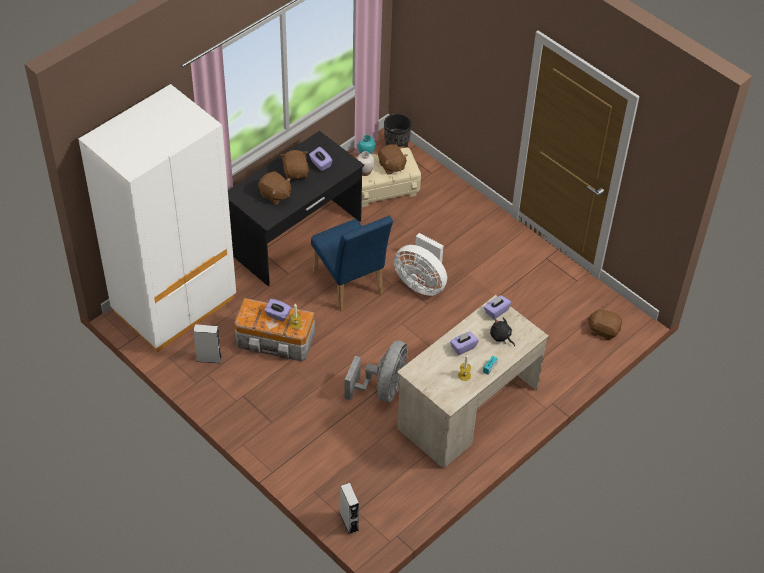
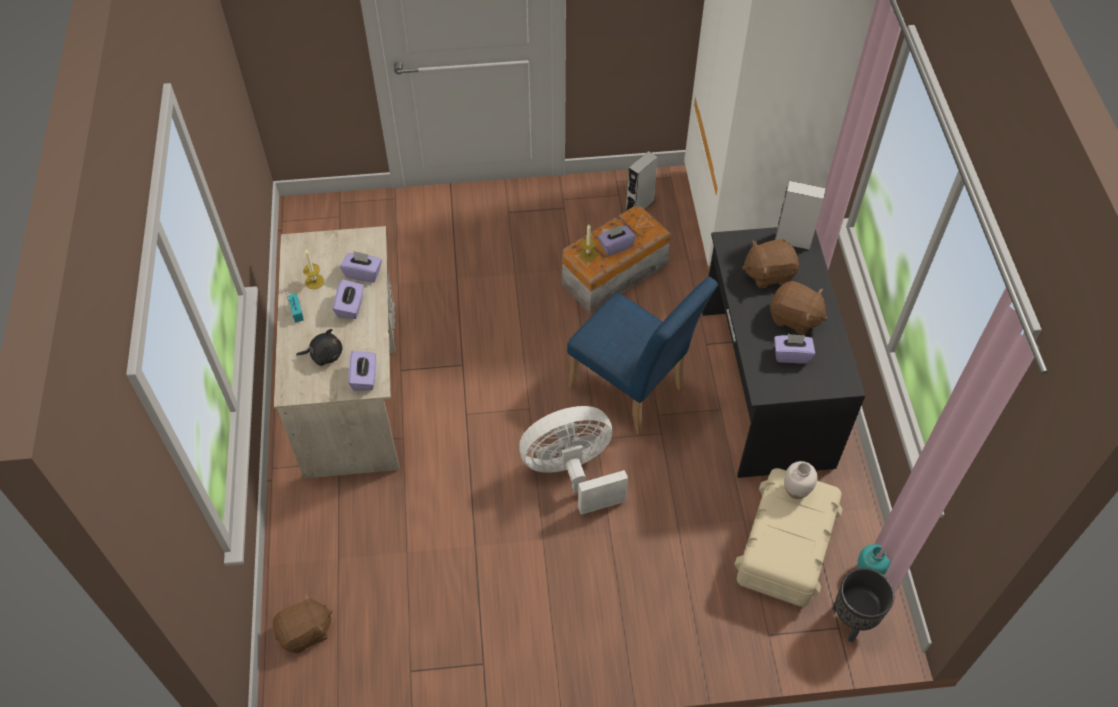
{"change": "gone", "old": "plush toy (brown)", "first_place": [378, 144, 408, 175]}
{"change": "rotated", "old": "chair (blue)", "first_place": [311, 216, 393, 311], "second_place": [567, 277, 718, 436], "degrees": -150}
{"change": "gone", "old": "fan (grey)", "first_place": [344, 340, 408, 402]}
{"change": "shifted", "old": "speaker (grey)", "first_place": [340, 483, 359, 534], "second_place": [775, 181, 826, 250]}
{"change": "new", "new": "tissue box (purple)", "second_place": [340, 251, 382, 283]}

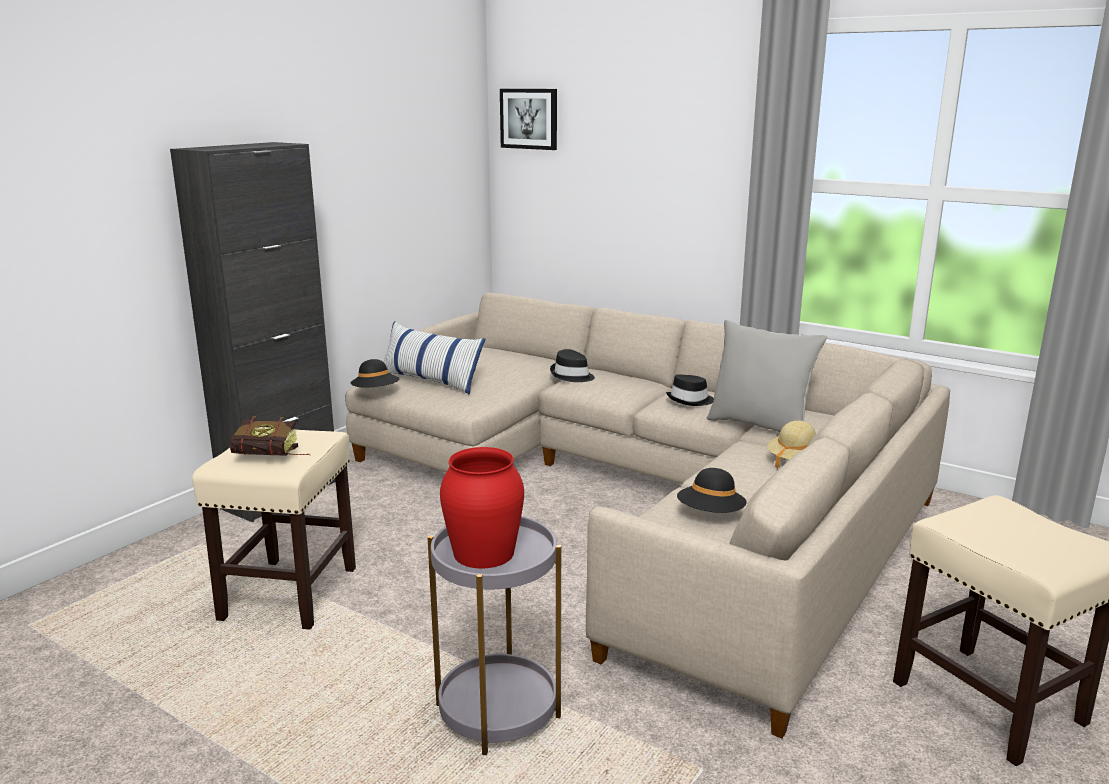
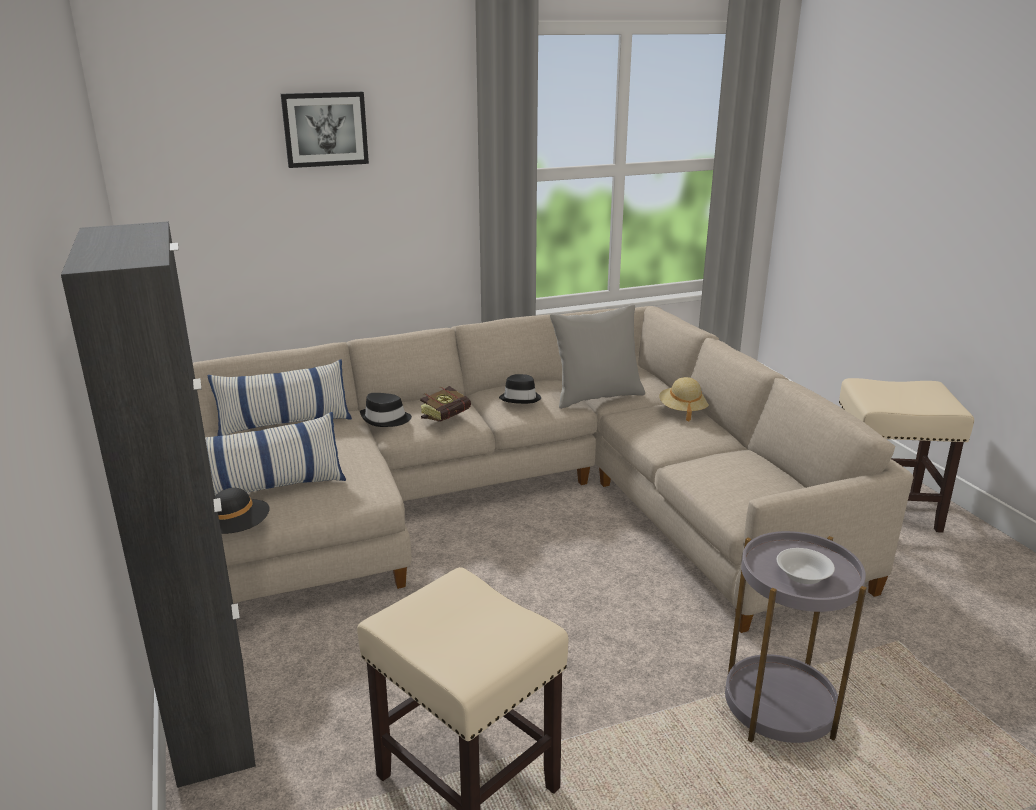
{"change": "shifted", "old": "picture", "first_place": [500, 89, 557, 150], "second_place": [281, 92, 369, 168]}
{"change": "shifted", "old": "book", "first_place": [229, 416, 310, 456], "second_place": [420, 386, 471, 422]}
{"change": "swapped", "old": "vase (red)", "new": "bowl (white)", "first_place": [440, 447, 524, 568], "second_place": [777, 548, 835, 584]}
{"change": "gone", "old": "hat (black)", "first_place": [677, 468, 747, 513]}
{"change": "new", "new": "pillow", "second_place": [207, 360, 352, 436]}

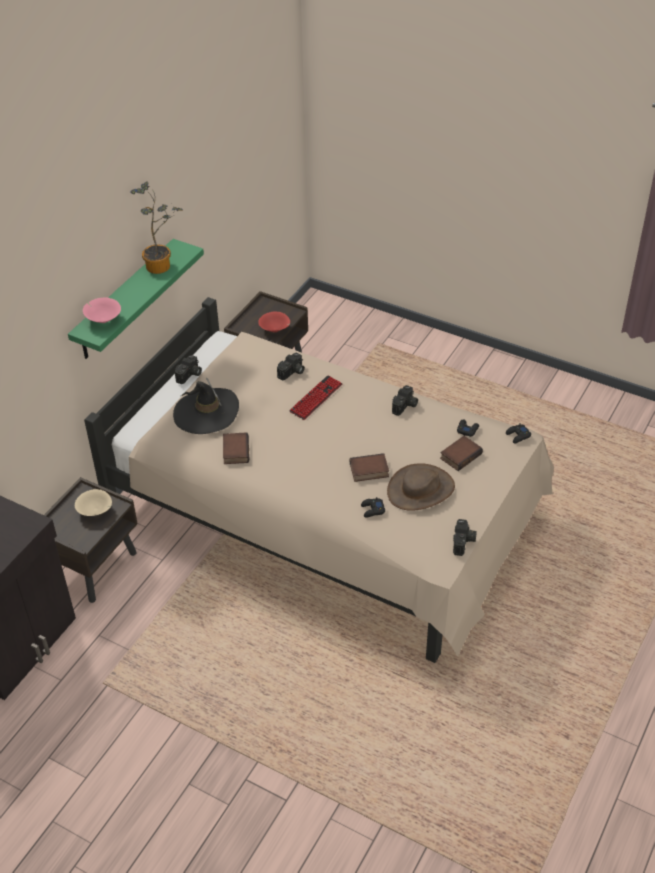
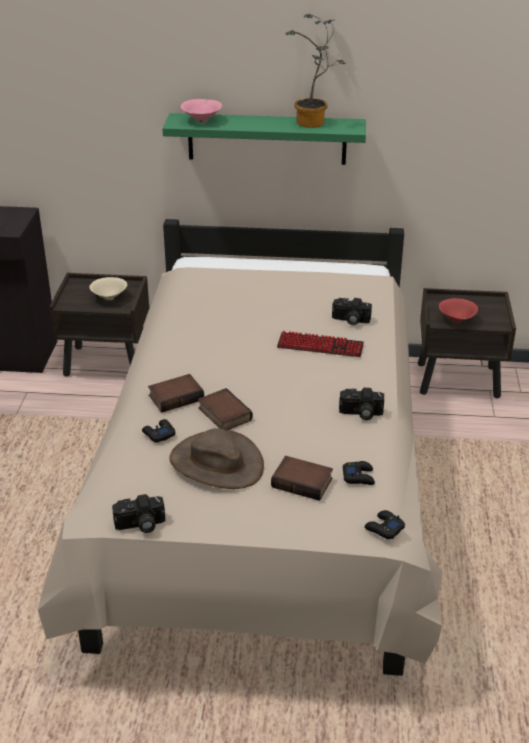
{"change": "gone", "old": "photo camera", "first_place": [175, 355, 202, 384]}
{"change": "gone", "old": "hat (black)", "first_place": [173, 378, 239, 434]}
{"change": "shifted", "old": "book", "first_place": [223, 432, 250, 464], "second_place": [148, 374, 204, 412]}

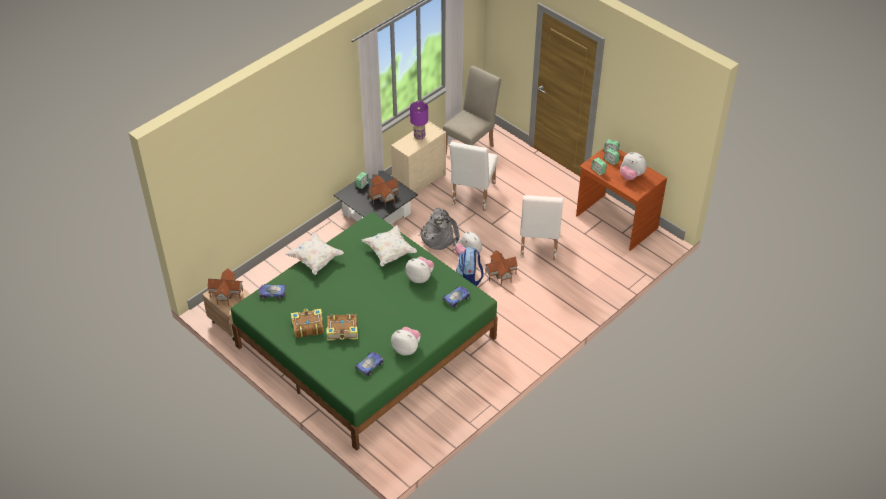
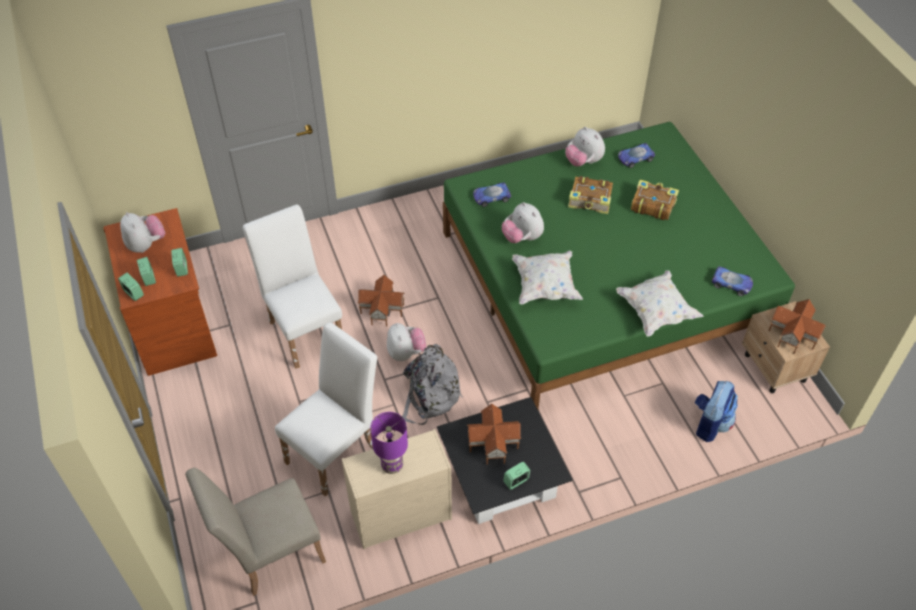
{"change": "rotated", "old": "chair (white)", "first_place": [520, 195, 563, 260], "second_place": [243, 204, 342, 368], "degrees": -60}
{"change": "shifted", "old": "backpack", "first_place": [456, 247, 483, 287], "second_place": [695, 381, 738, 442]}
{"change": "shifted", "old": "book", "first_place": [291, 309, 324, 338], "second_place": [568, 176, 613, 214]}

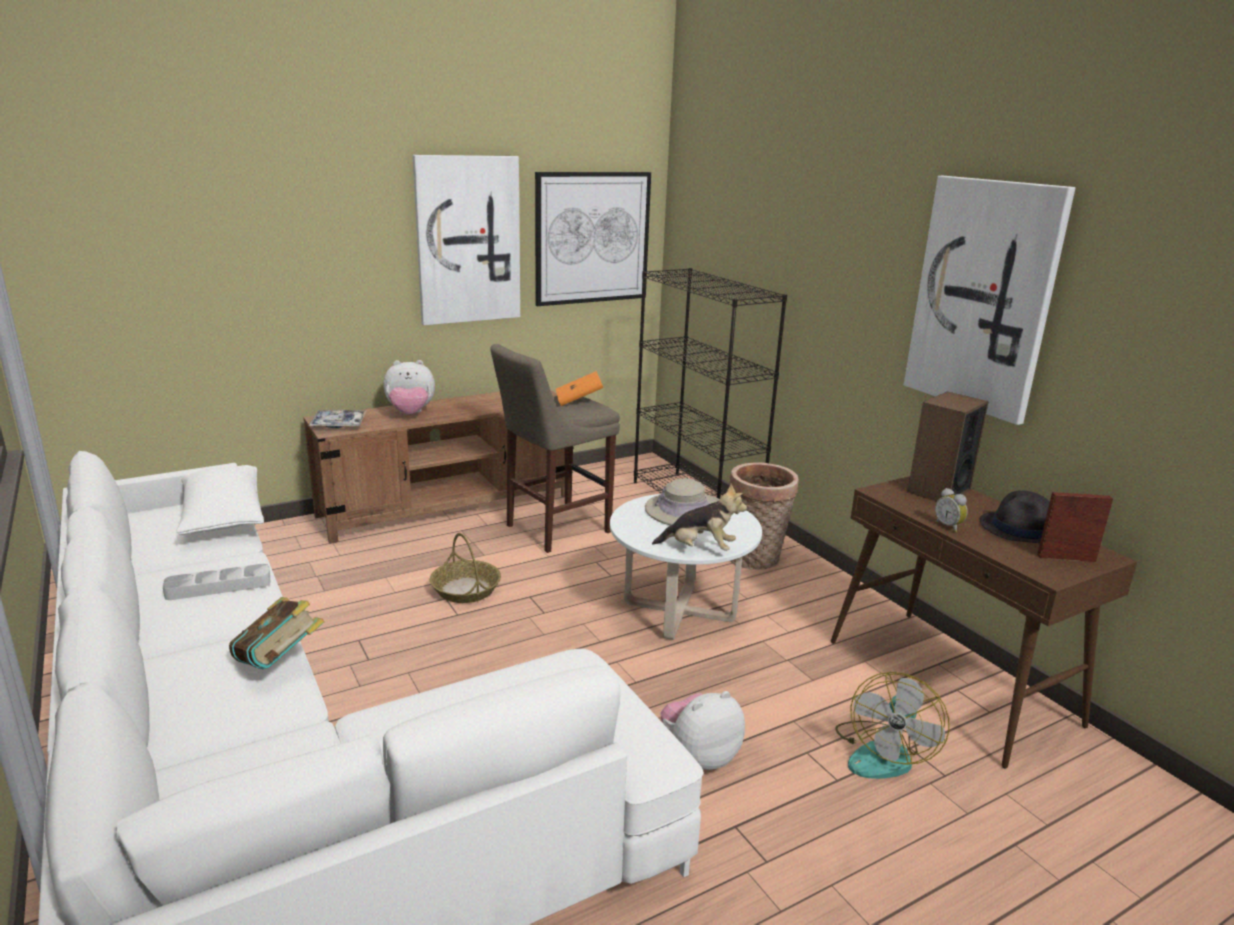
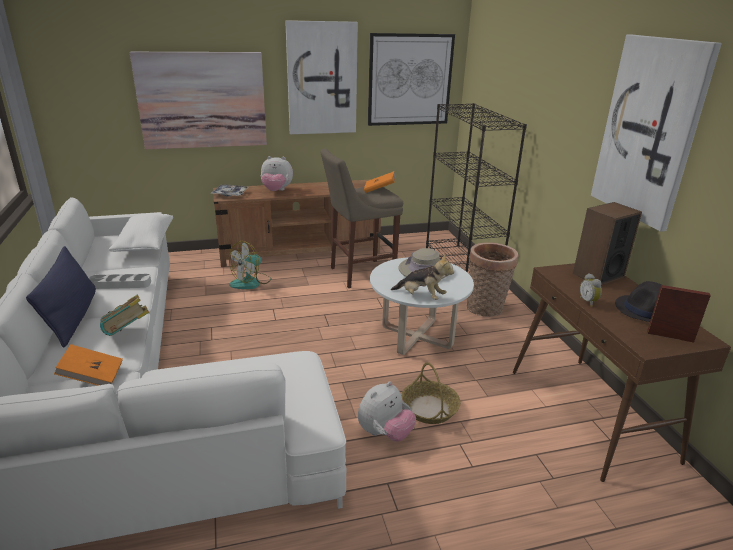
{"change": "shifted", "old": "basket", "first_place": [430, 533, 501, 603], "second_place": [401, 362, 461, 424]}
{"change": "shifted", "old": "fan", "first_place": [835, 672, 950, 779], "second_place": [229, 241, 272, 289]}
{"change": "rotated", "old": "plush toy", "first_place": [661, 691, 745, 770], "second_place": [358, 381, 416, 442], "degrees": 150}
{"change": "new", "new": "picture", "second_place": [130, 52, 267, 149]}
{"change": "new", "new": "pillow (blue)", "second_place": [26, 246, 96, 348]}
{"change": "new", "new": "book (orange)", "second_place": [54, 344, 123, 386]}

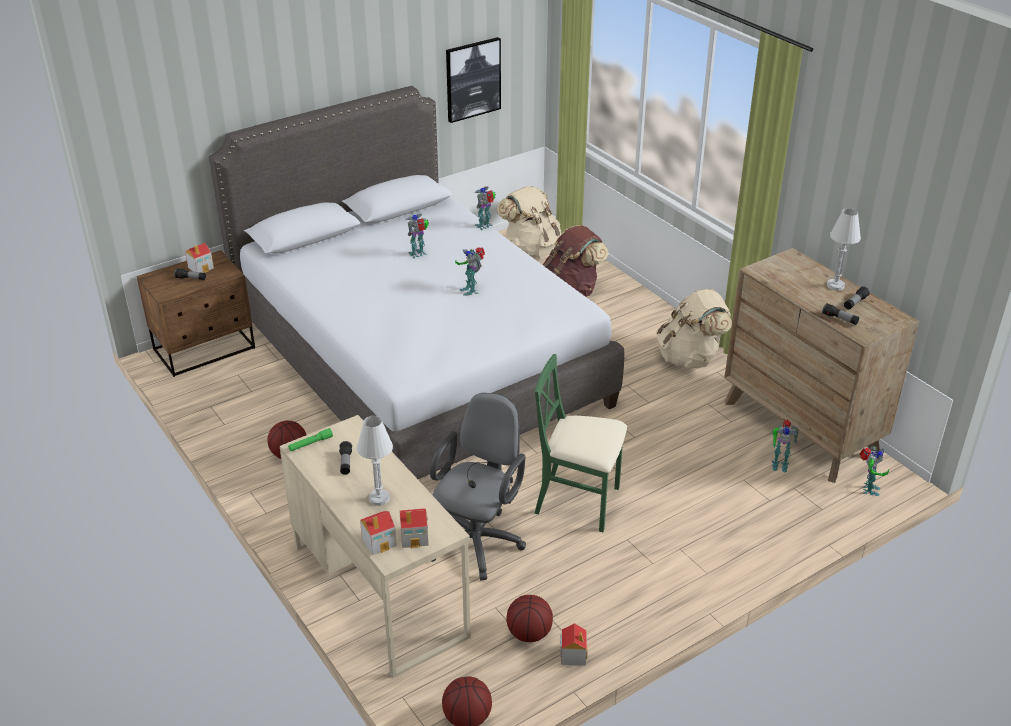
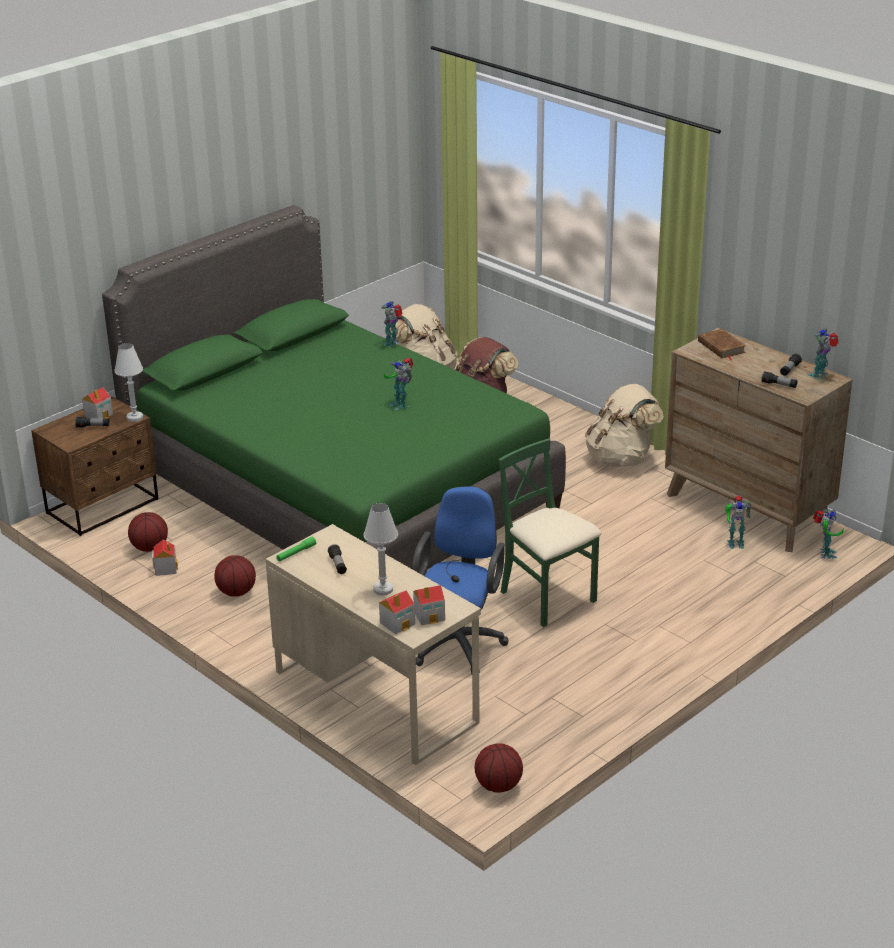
{"change": "gone", "old": "picture", "first_place": [446, 37, 501, 123]}
{"change": "repainted", "old": "bed (grey)", "new": "bed (green)", "first_place": [209, 86, 624, 479], "second_place": [102, 205, 566, 569]}
{"change": "shifted", "old": "table lamp (white)", "first_place": [827, 208, 861, 291], "second_place": [114, 343, 143, 422]}
{"change": "shifted", "old": "toy robot", "first_place": [406, 213, 429, 259], "second_place": [807, 328, 838, 380]}
{"change": "rotated", "old": "chair (green)", "first_place": [534, 354, 627, 532], "second_place": [498, 439, 602, 627], "degrees": 45}
{"change": "repainted", "old": "office chair (grey)", "new": "office chair (blue)", "first_place": [430, 393, 526, 580], "second_place": [412, 486, 509, 674]}
{"change": "shifted", "old": "basketball", "first_place": [506, 595, 553, 642], "second_place": [128, 512, 168, 552]}
{"change": "shifted", "old": "toy house", "first_place": [560, 623, 588, 666], "second_place": [152, 539, 178, 576]}
{"change": "new", "new": "book (brown)", "second_place": [698, 329, 746, 360]}

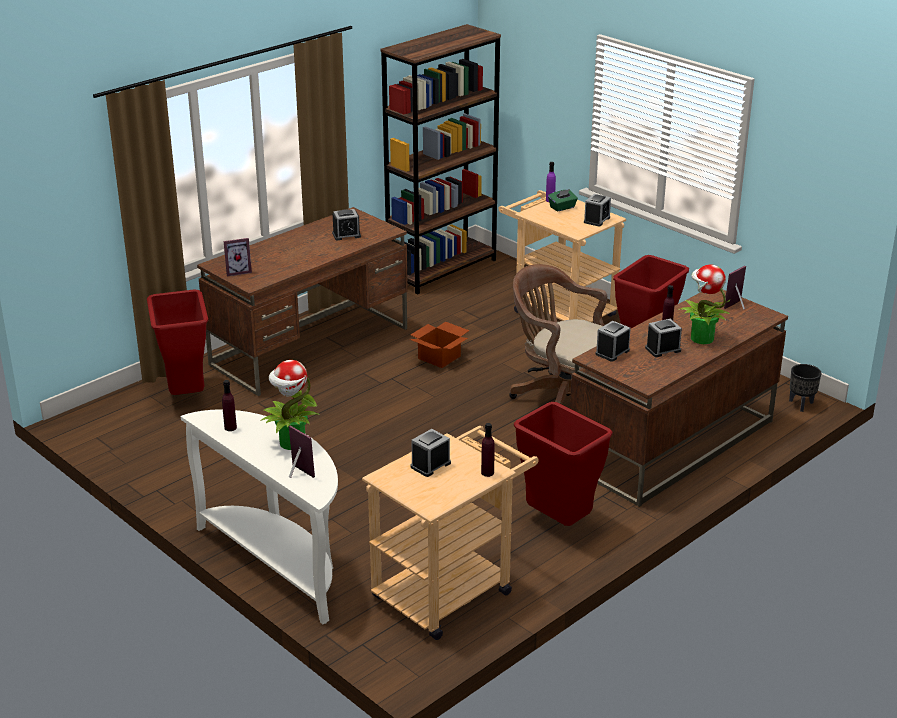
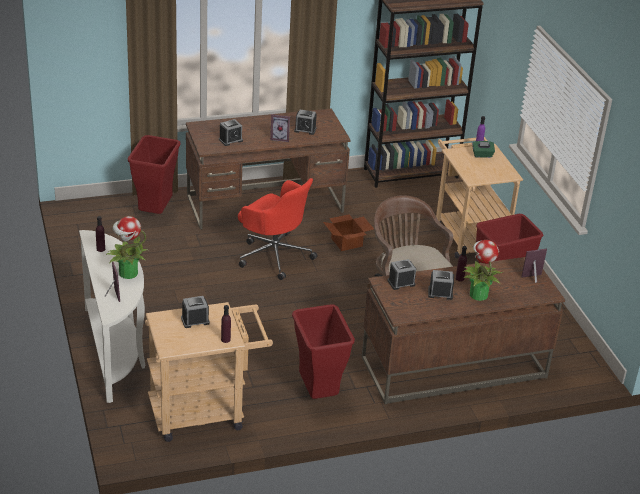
{"change": "shifted", "old": "alarm clock", "first_place": [584, 194, 611, 227], "second_place": [219, 119, 243, 146]}
{"change": "shifted", "old": "picture frame", "first_place": [224, 238, 252, 276], "second_place": [270, 114, 290, 142]}
{"change": "gone", "old": "planter (black)", "first_place": [789, 364, 821, 412]}
{"change": "new", "new": "office chair (red)", "second_place": [238, 178, 318, 280]}

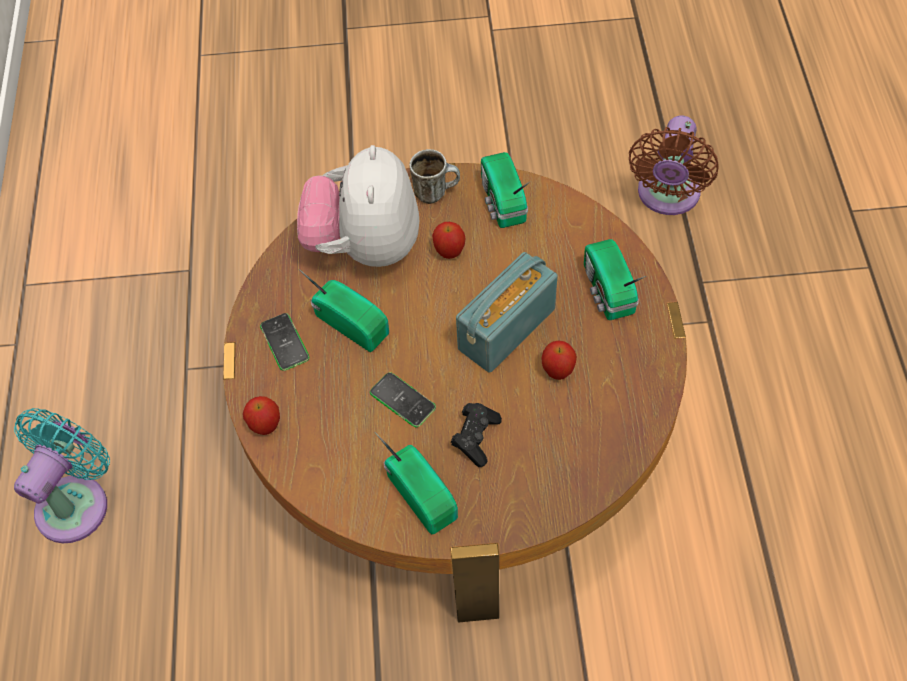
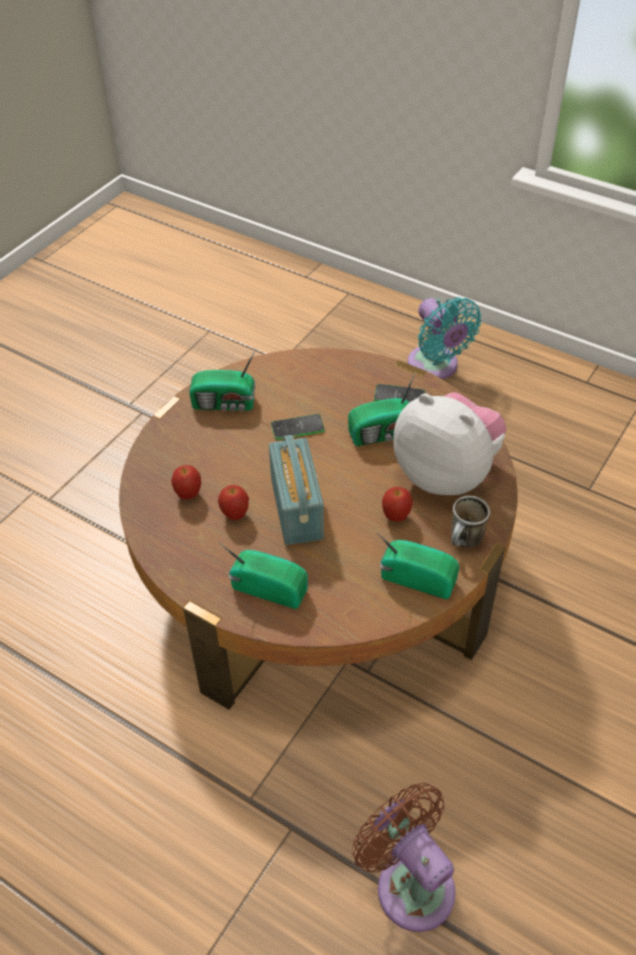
{"change": "shifted", "old": "apple", "first_place": [243, 396, 280, 435], "second_place": [171, 465, 201, 499]}
{"change": "gone", "old": "game controller (black)", "first_place": [451, 403, 502, 467]}

